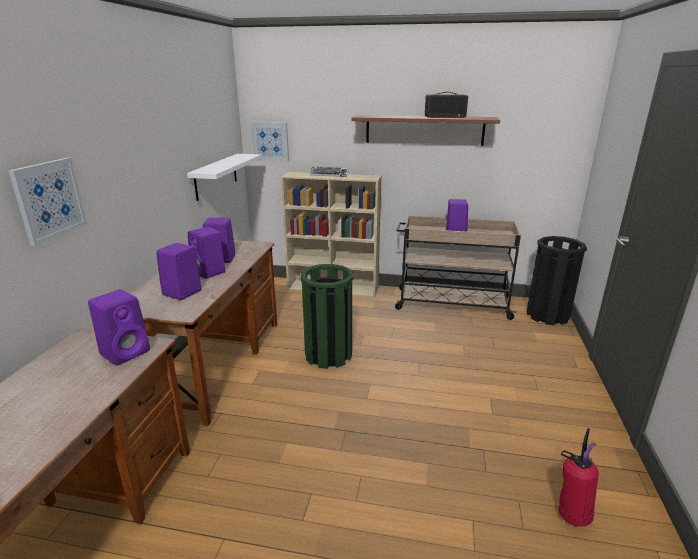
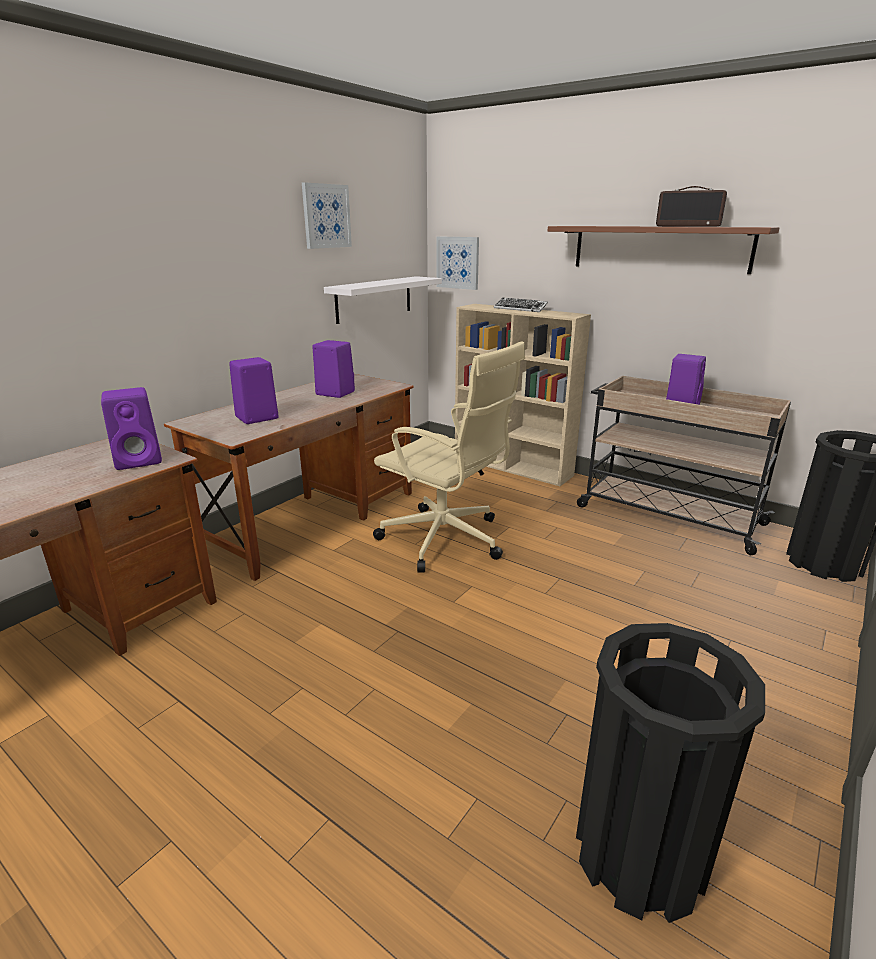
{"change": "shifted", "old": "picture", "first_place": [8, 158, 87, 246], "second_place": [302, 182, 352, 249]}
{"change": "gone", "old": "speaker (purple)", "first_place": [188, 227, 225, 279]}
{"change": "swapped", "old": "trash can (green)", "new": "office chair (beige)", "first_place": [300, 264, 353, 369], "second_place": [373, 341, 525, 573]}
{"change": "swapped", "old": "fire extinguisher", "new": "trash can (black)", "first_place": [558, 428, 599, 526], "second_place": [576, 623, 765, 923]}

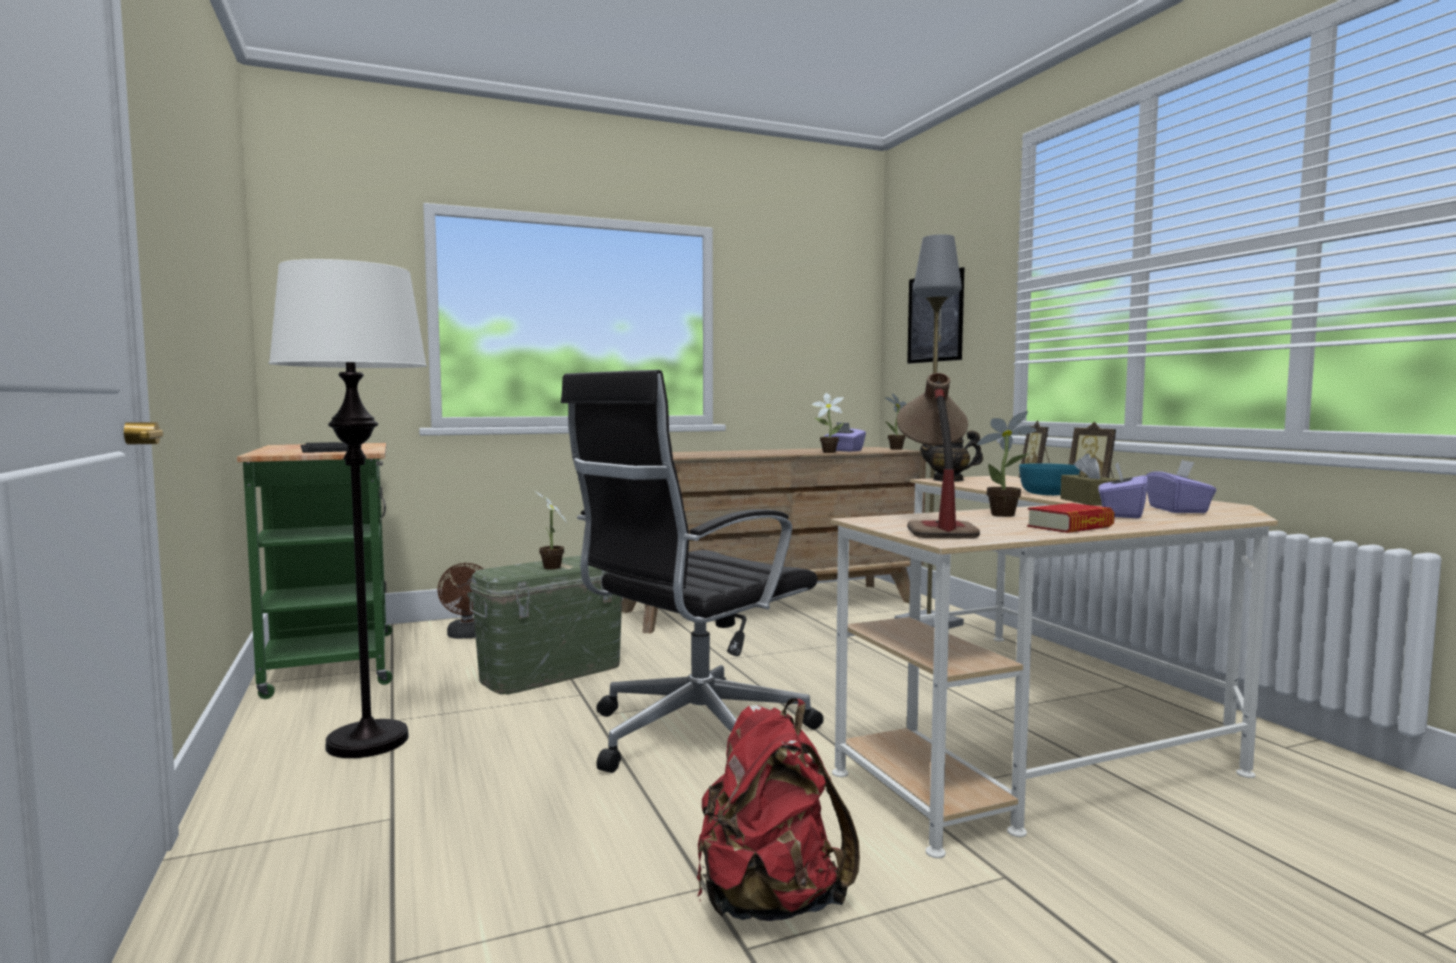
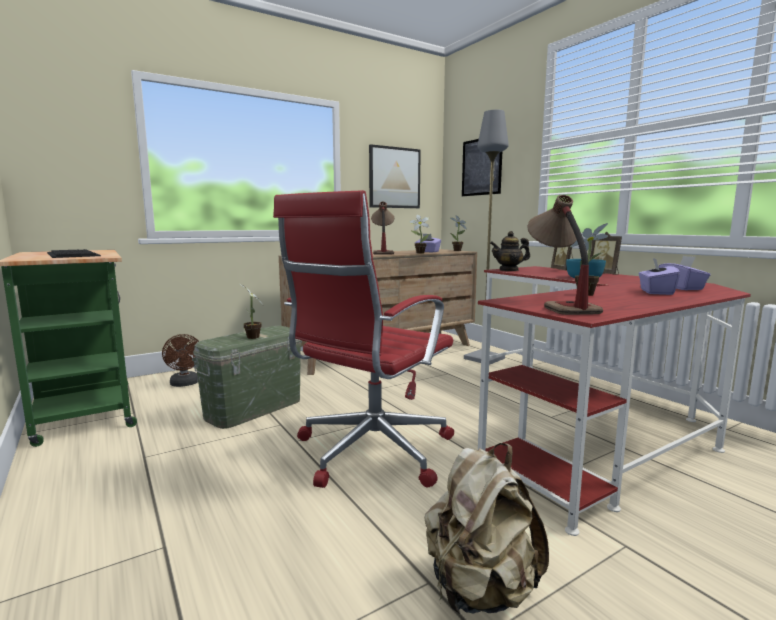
{"change": "gone", "old": "floor lamp (white)", "first_place": [269, 259, 427, 758]}
{"change": "repainted", "old": "office chair (black)", "new": "office chair (red)", "first_place": [561, 370, 824, 773], "second_place": [273, 190, 454, 488]}
{"change": "gone", "old": "tissue box (brown)", "first_place": [1060, 453, 1118, 506]}
{"change": "repainted", "old": "desk (beige)", "new": "desk (red)", "first_place": [830, 475, 1278, 858], "second_place": [478, 266, 751, 536]}
{"change": "gone", "old": "book", "first_place": [1027, 503, 1115, 533]}
{"change": "repainted", "old": "backpack (red)", "new": "backpack (beige)", "first_place": [697, 698, 860, 921], "second_place": [424, 443, 549, 614]}
{"change": "new", "new": "picture", "second_place": [369, 144, 421, 208]}
{"change": "new", "new": "table lamp", "second_place": [371, 202, 394, 255]}

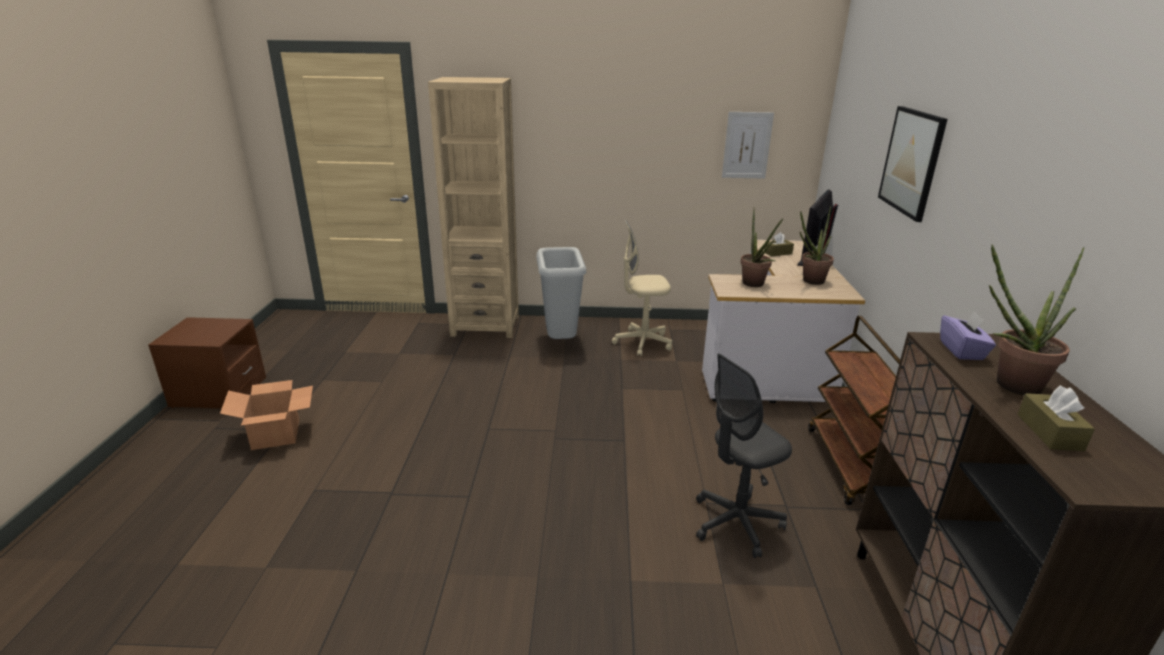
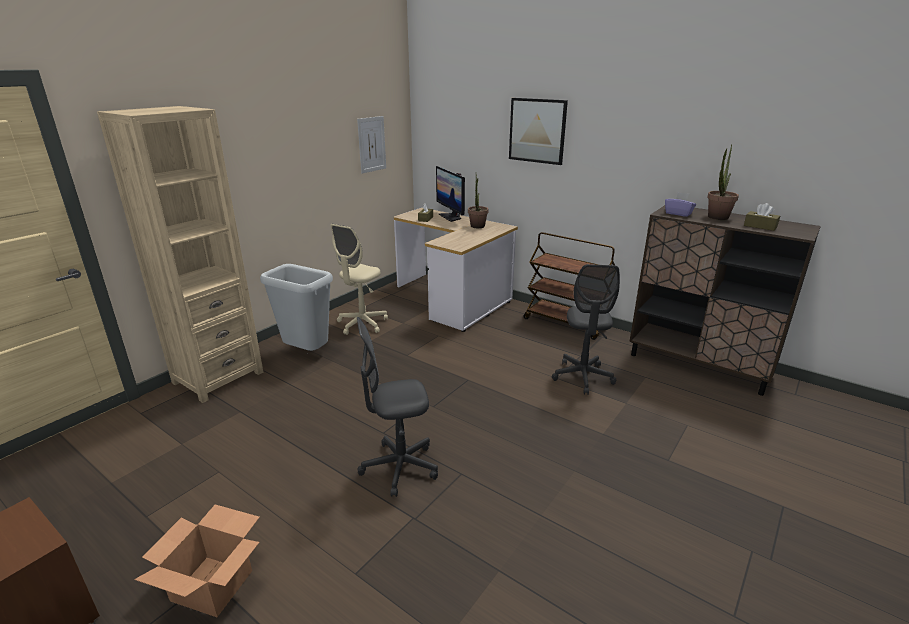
{"change": "gone", "old": "potted plant", "first_place": [740, 210, 784, 287]}
{"change": "new", "new": "office chair (grey)", "second_place": [357, 317, 438, 497]}

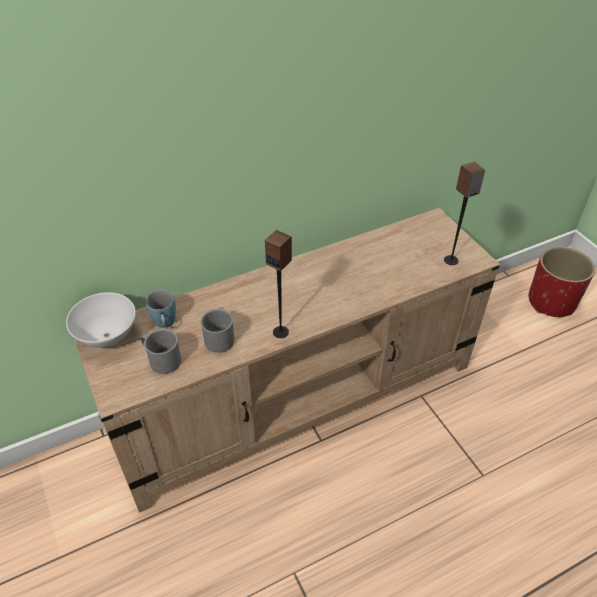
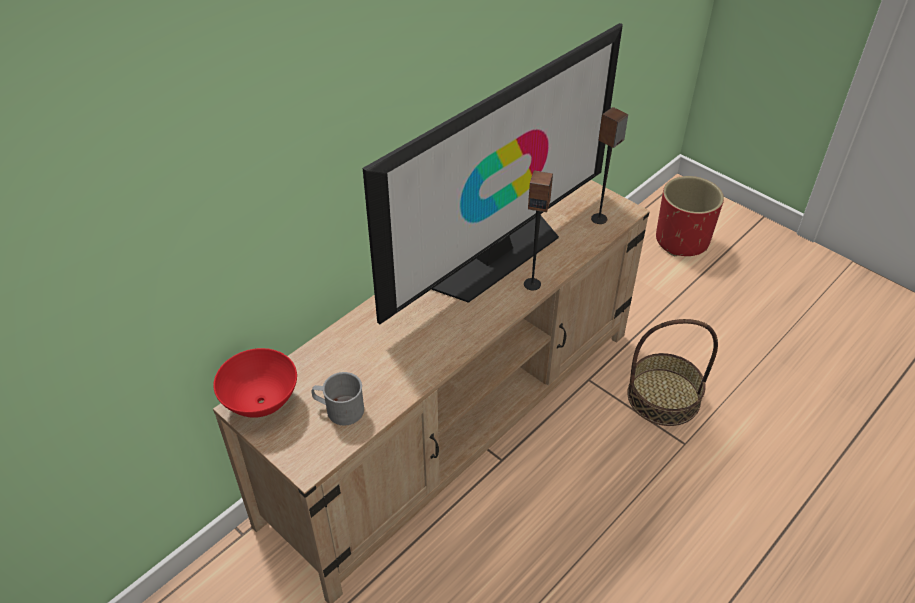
{"change": "shifted", "old": "speaker", "first_place": [265, 230, 292, 338], "second_place": [524, 170, 553, 291]}
{"change": "gone", "old": "mug (blue)", "first_place": [146, 290, 176, 328]}
{"change": "repainted", "old": "bowl (white)", "new": "bowl (red)", "first_place": [66, 292, 136, 348], "second_place": [213, 348, 297, 418]}
{"change": "gone", "old": "mug (grey)", "first_place": [201, 307, 235, 353]}
{"change": "new", "new": "television", "second_place": [363, 23, 623, 324]}
{"change": "new", "new": "basket", "second_place": [627, 319, 718, 426]}

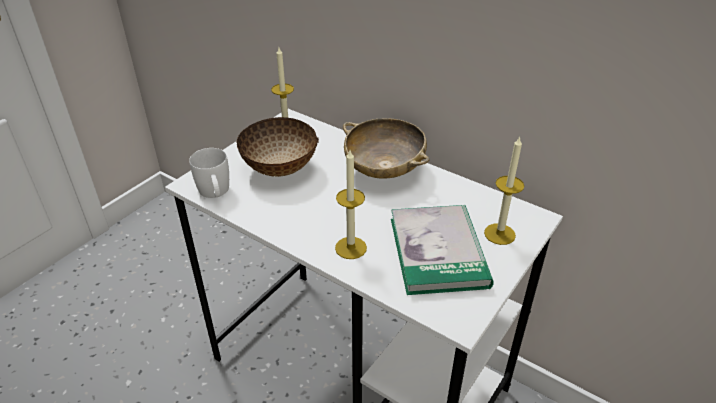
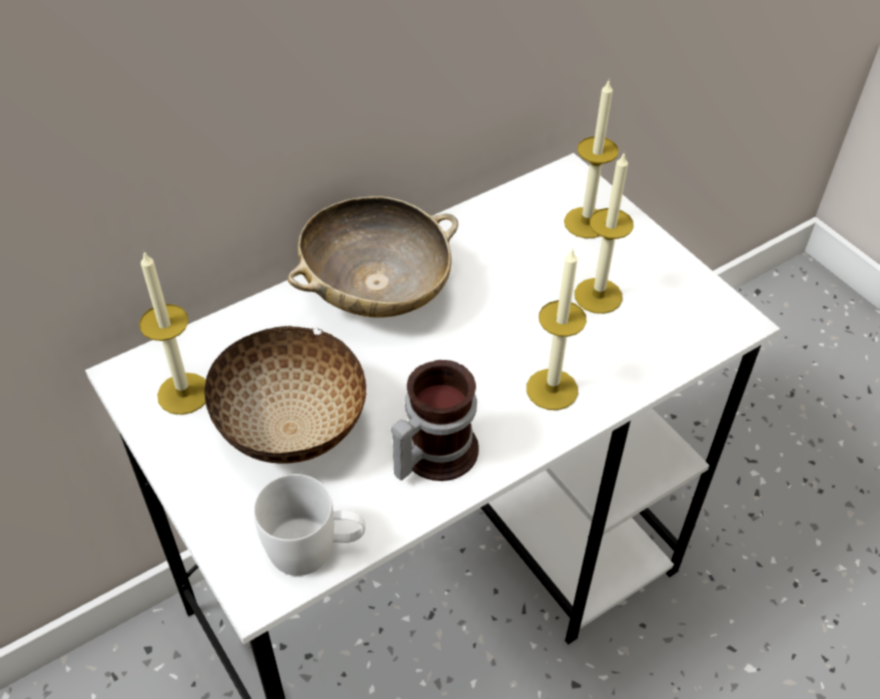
{"change": "swapped", "old": "book", "new": "candle", "first_place": [391, 205, 493, 295], "second_place": [575, 152, 634, 314]}
{"change": "new", "new": "mug", "second_place": [391, 360, 479, 481]}

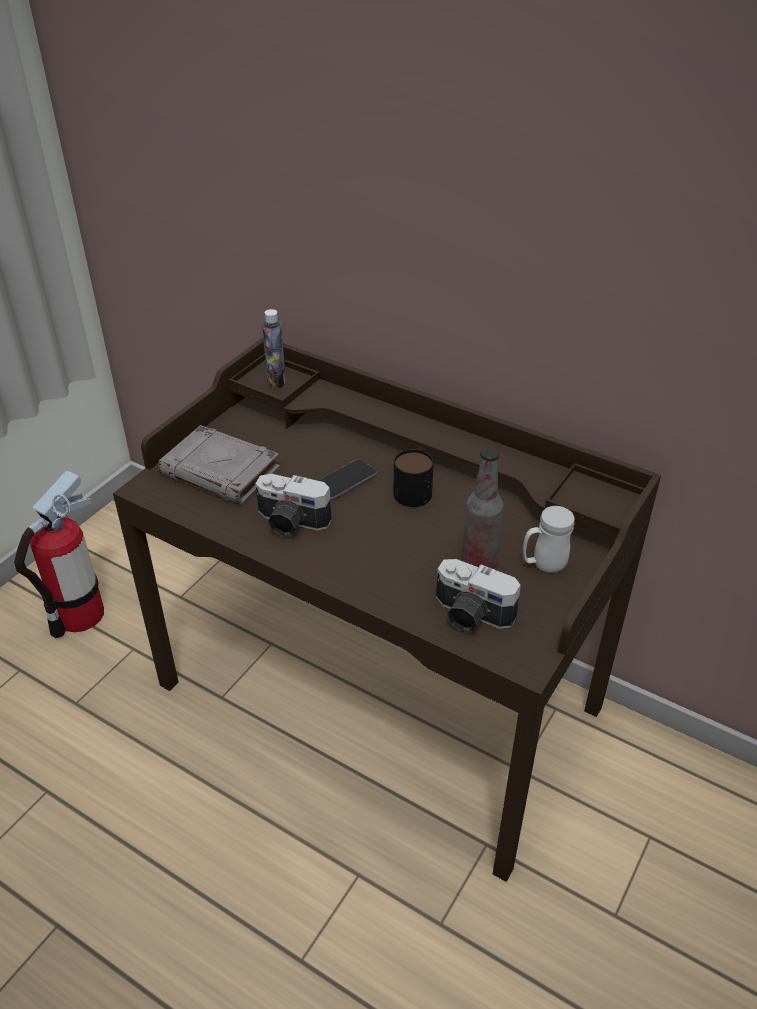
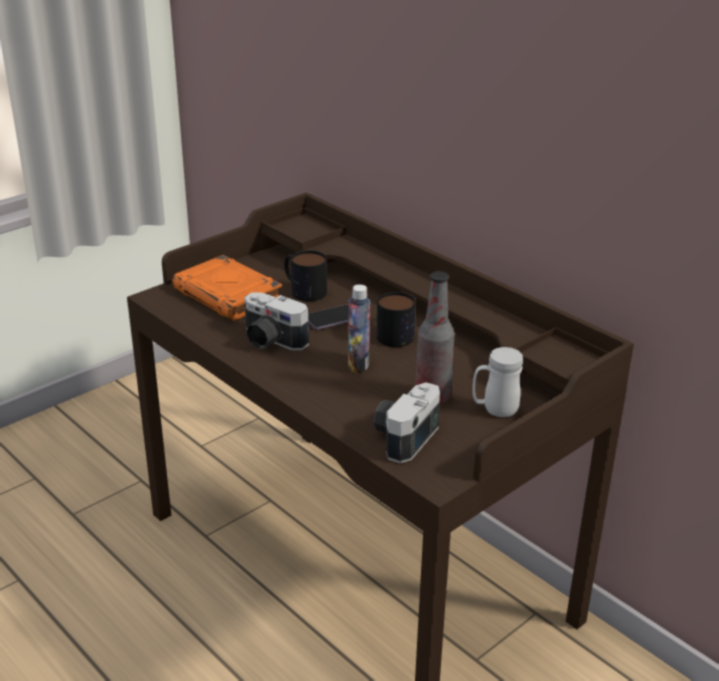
{"change": "shifted", "old": "bottle", "first_place": [262, 309, 286, 388], "second_place": [348, 284, 370, 373]}
{"change": "repainted", "old": "book (grey)", "new": "book (orange)", "first_place": [158, 425, 280, 505], "second_place": [172, 255, 282, 321]}
{"change": "gone", "old": "fire extinguisher", "first_place": [14, 470, 104, 638]}
{"change": "rotated", "old": "photo camera", "first_place": [436, 559, 521, 632], "second_place": [373, 382, 440, 463], "degrees": 75}
{"change": "new", "new": "mug", "second_place": [284, 250, 327, 301]}

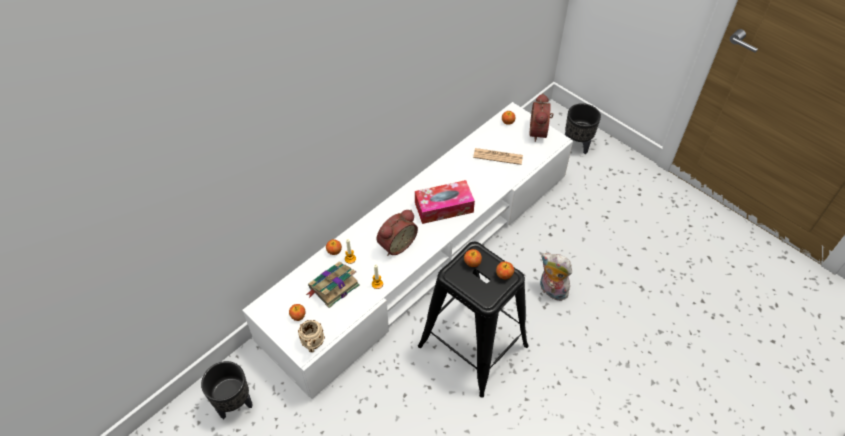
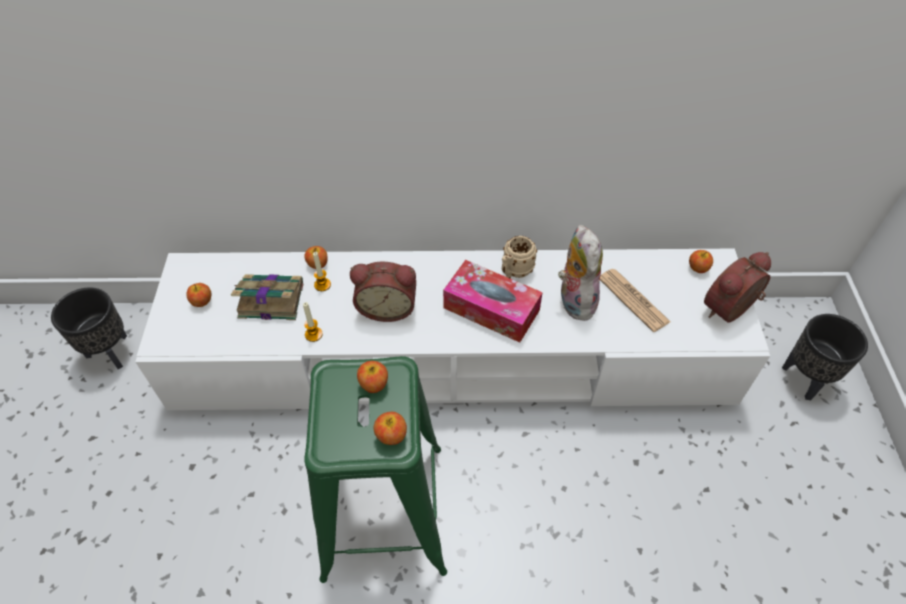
{"change": "repainted", "old": "stool (black)", "new": "stool (green)", "first_place": [418, 242, 529, 398], "second_place": [304, 356, 447, 583]}
{"change": "shifted", "old": "plush toy", "first_place": [540, 253, 572, 301], "second_place": [558, 225, 603, 321]}
{"change": "shifted", "old": "mug (beige)", "first_place": [298, 320, 325, 352], "second_place": [502, 236, 537, 278]}

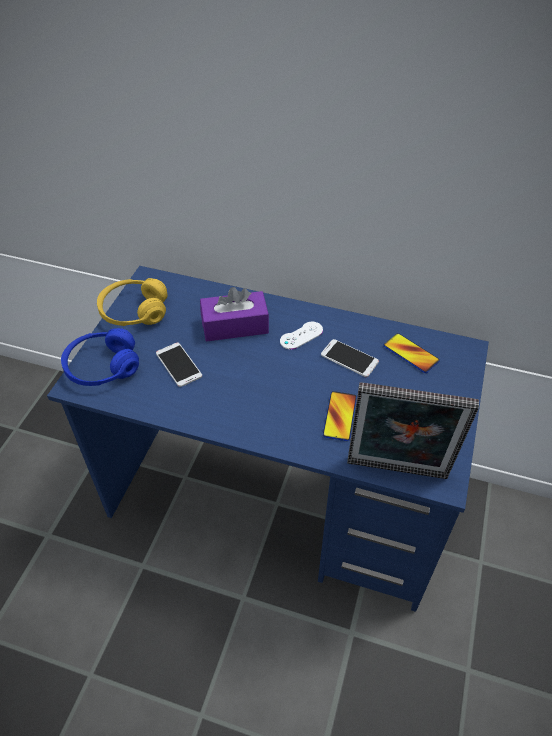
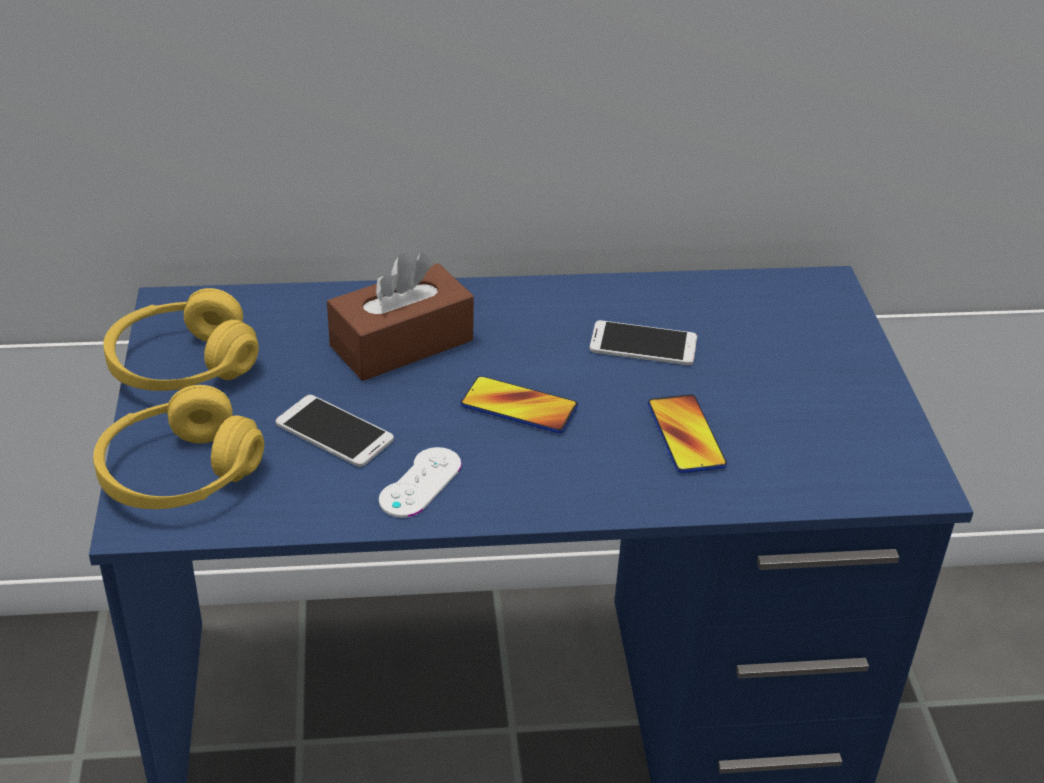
{"change": "repainted", "old": "tissue box (purple)", "new": "tissue box (brown)", "first_place": [200, 287, 269, 342], "second_place": [327, 253, 474, 381]}
{"change": "shifted", "old": "game controller (white)", "first_place": [280, 322, 323, 350], "second_place": [379, 447, 462, 518]}
{"change": "repainted", "old": "headphones (blue)", "new": "headphones (yellow)", "first_place": [61, 328, 139, 386], "second_place": [93, 385, 264, 509]}
{"change": "shifted", "old": "phone", "first_place": [383, 333, 440, 373], "second_place": [460, 376, 578, 433]}
{"change": "gone", "old": "picture frame", "first_place": [347, 382, 479, 479]}

